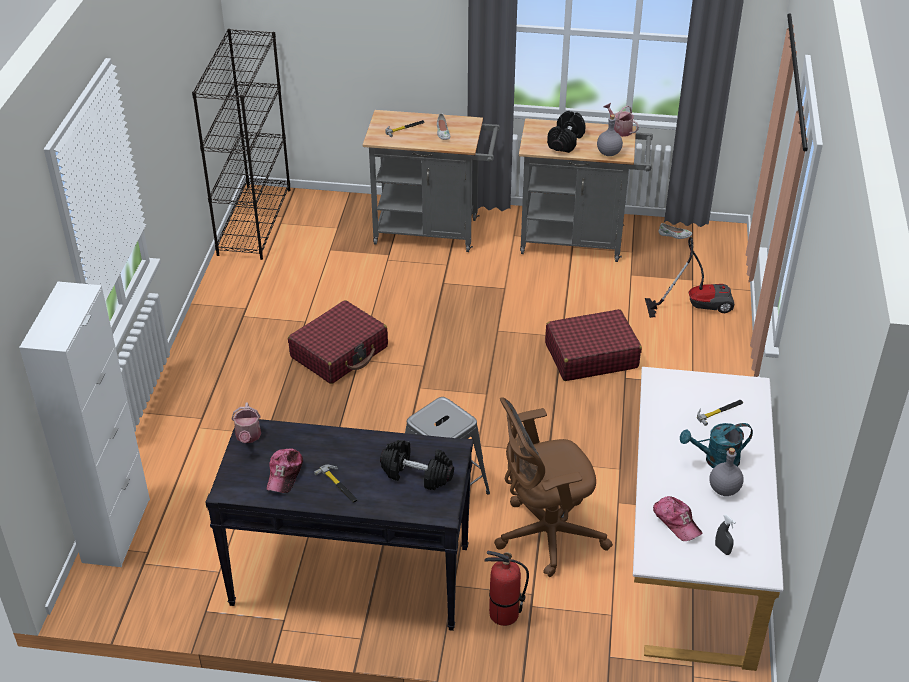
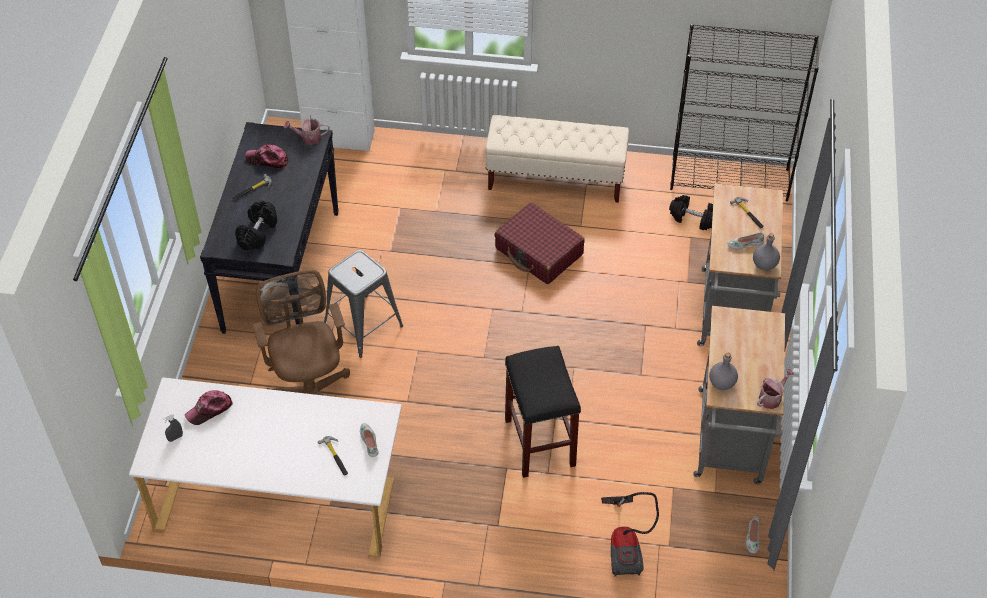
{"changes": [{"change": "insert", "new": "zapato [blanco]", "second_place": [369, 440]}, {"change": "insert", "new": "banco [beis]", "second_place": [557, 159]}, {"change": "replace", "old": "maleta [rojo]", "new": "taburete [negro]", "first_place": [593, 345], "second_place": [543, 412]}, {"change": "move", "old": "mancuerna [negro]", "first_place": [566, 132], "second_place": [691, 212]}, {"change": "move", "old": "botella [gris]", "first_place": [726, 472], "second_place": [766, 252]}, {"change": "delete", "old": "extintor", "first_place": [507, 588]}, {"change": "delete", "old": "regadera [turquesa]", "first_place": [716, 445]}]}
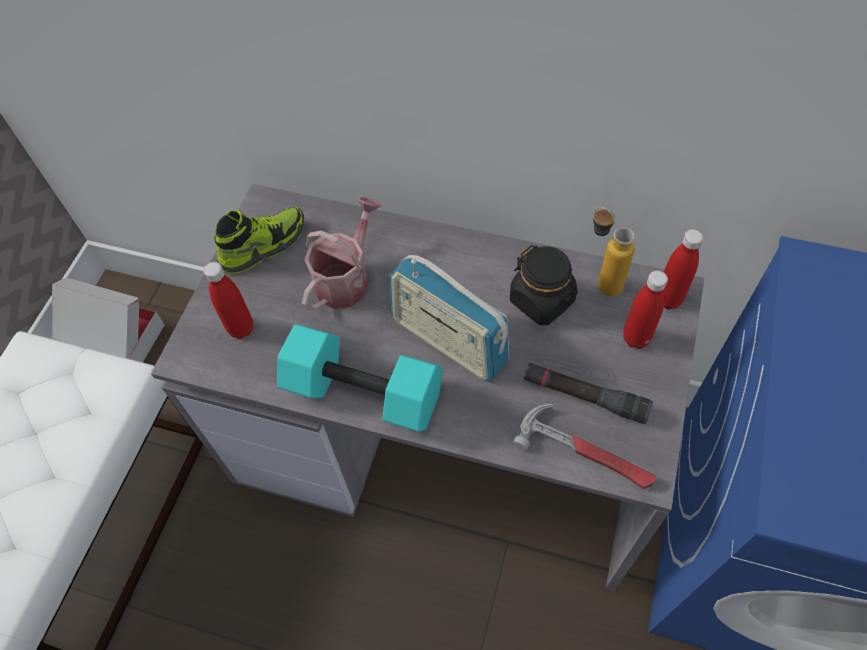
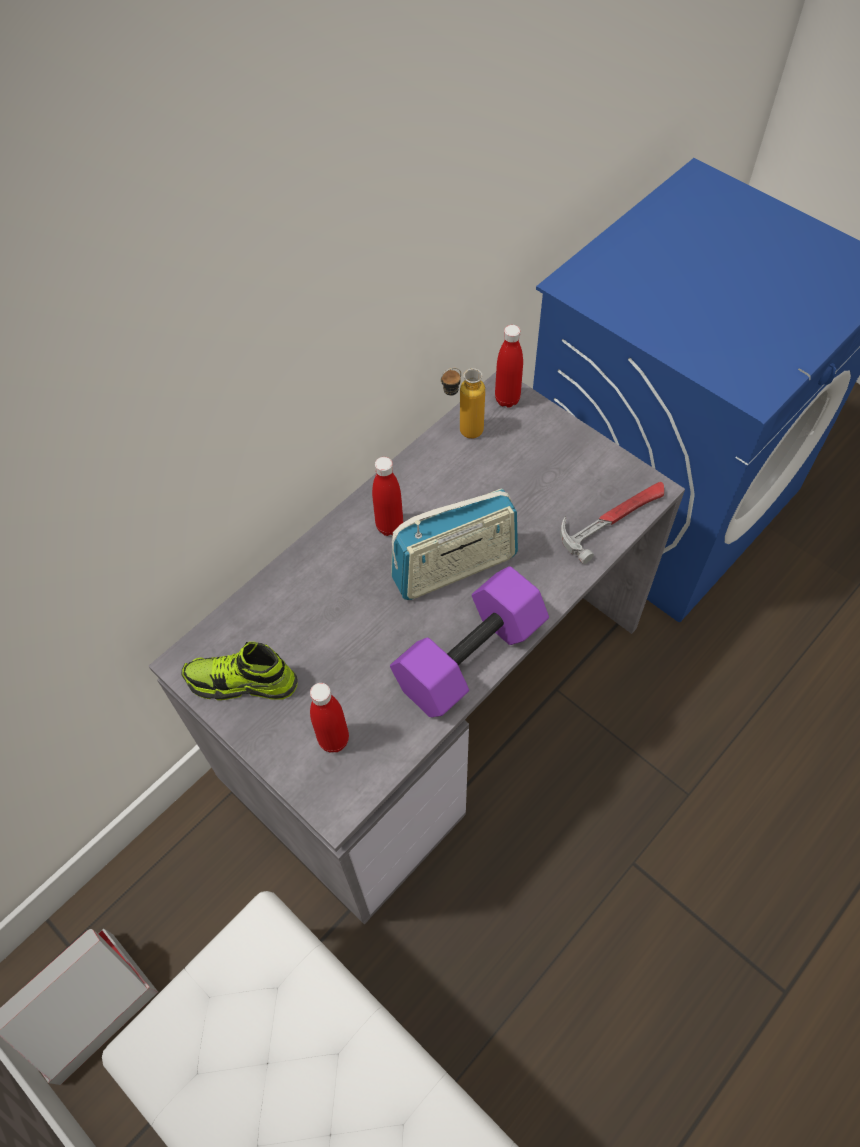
{"changes": [{"change": "rotate", "old": "zapato", "first_place": [259, 240], "second_place": [239, 671], "degrees": -75}, {"change": "move", "old": "botella [rojo]", "first_place": [645, 310], "second_place": [387, 496]}, {"change": "recolor", "old": "mancuerna [turquesa]", "new": "mancuerna [morado]", "first_place": [360, 378], "second_place": [469, 641]}, {"change": "delete", "old": "regadera", "first_place": [341, 254]}, {"change": "delete", "old": "tarro [negro]", "first_place": [544, 285]}, {"change": "delete", "old": "linterna [negro]", "first_place": [588, 393]}]}
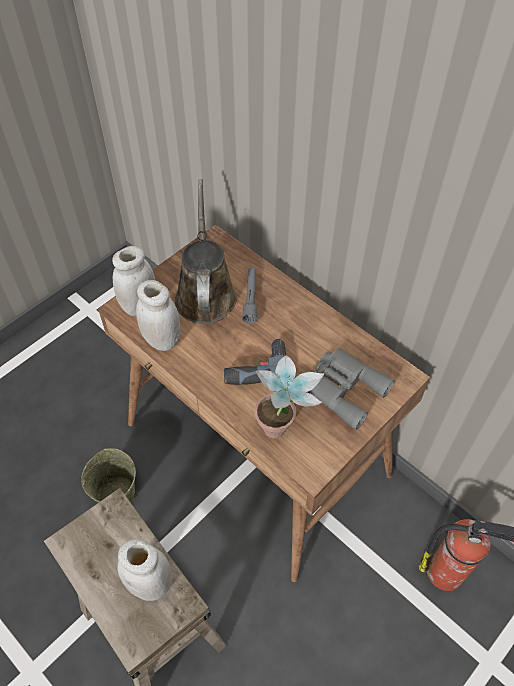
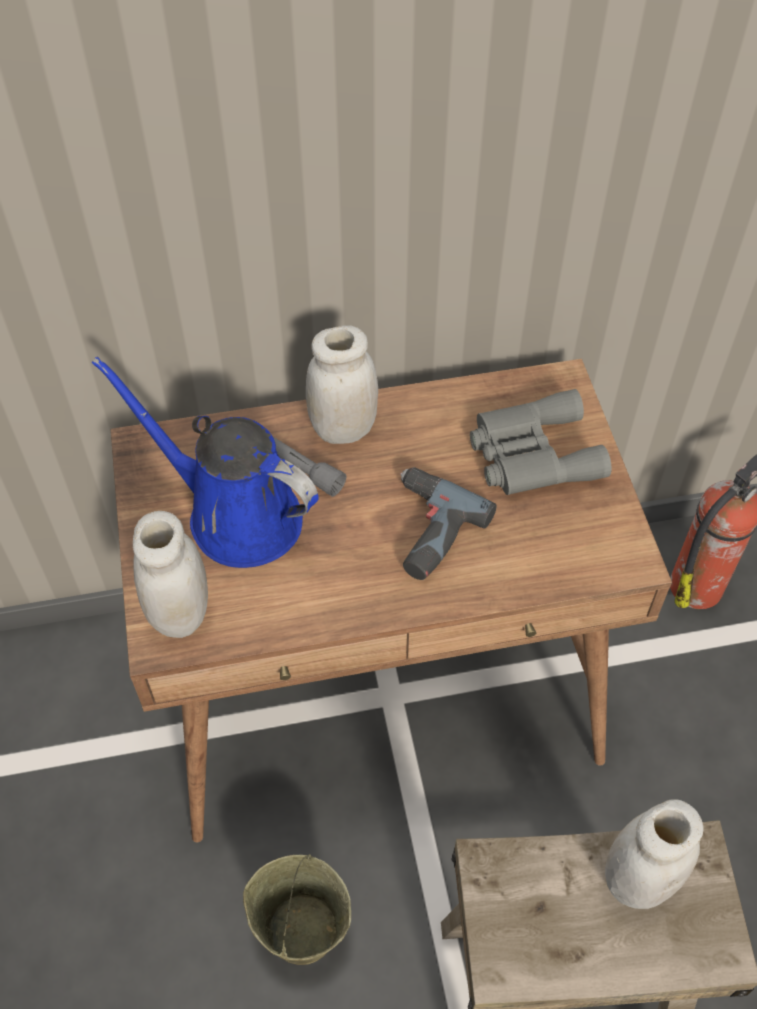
{"changes": [{"change": "recolor", "old": "regadera [marrón]", "new": "regadera [azul]", "first_place": [206, 251], "second_place": [205, 462]}, {"change": "move", "old": "tarro [blanco]", "first_place": [158, 315], "second_place": [342, 384]}, {"change": "delete", "old": "planta en maceta", "first_place": [289, 396]}]}
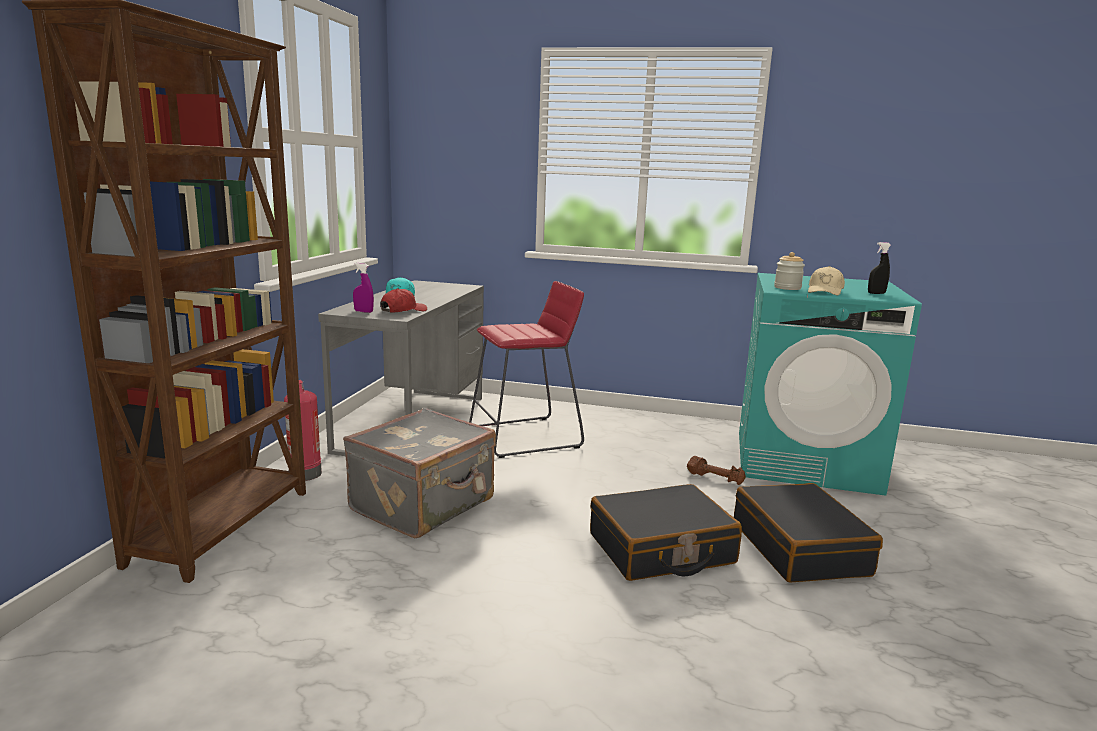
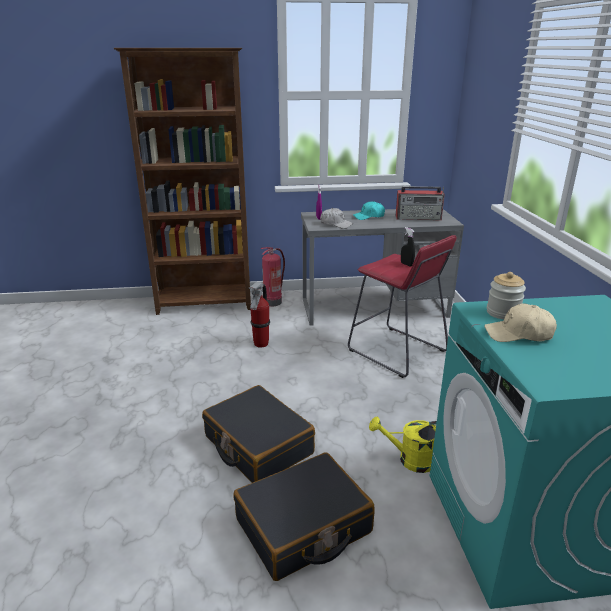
{"changes": [{"change": "replace", "old": "maleta [gris]", "new": "extintor", "first_place": [419, 473], "second_place": [259, 315]}, {"change": "recolor", "old": "gorra [rojo]", "new": "gorra [blanco]", "first_place": [404, 300], "second_place": [336, 218]}, {"change": "replace", "old": "mancuerna [marrón]", "new": "regadera [amarillo]", "first_place": [716, 470], "second_place": [403, 444]}, {"change": "insert", "new": "radio", "second_place": [420, 203]}, {"change": "move", "old": "pulverizador [negro]", "first_place": [879, 268], "second_place": [408, 247]}]}
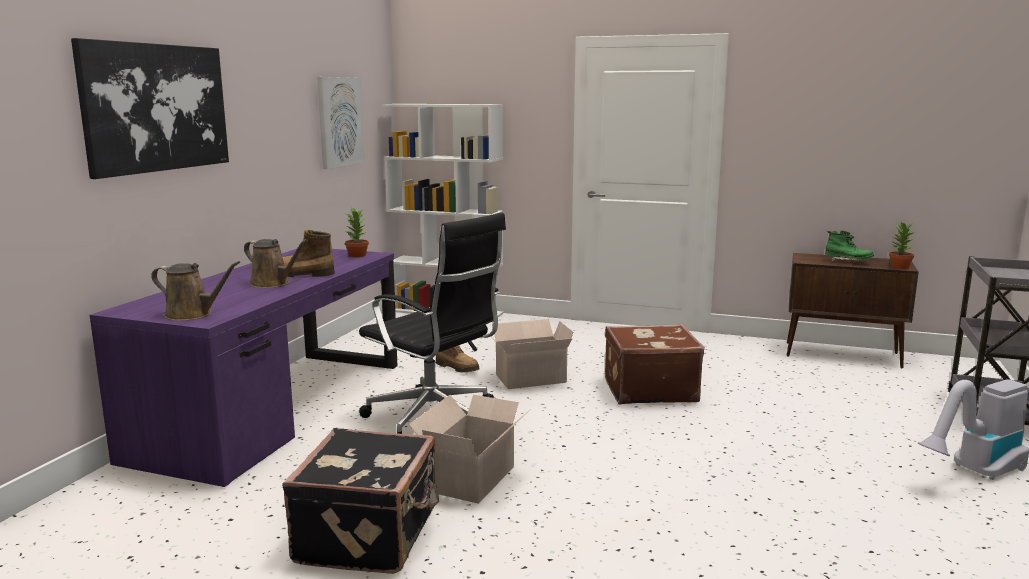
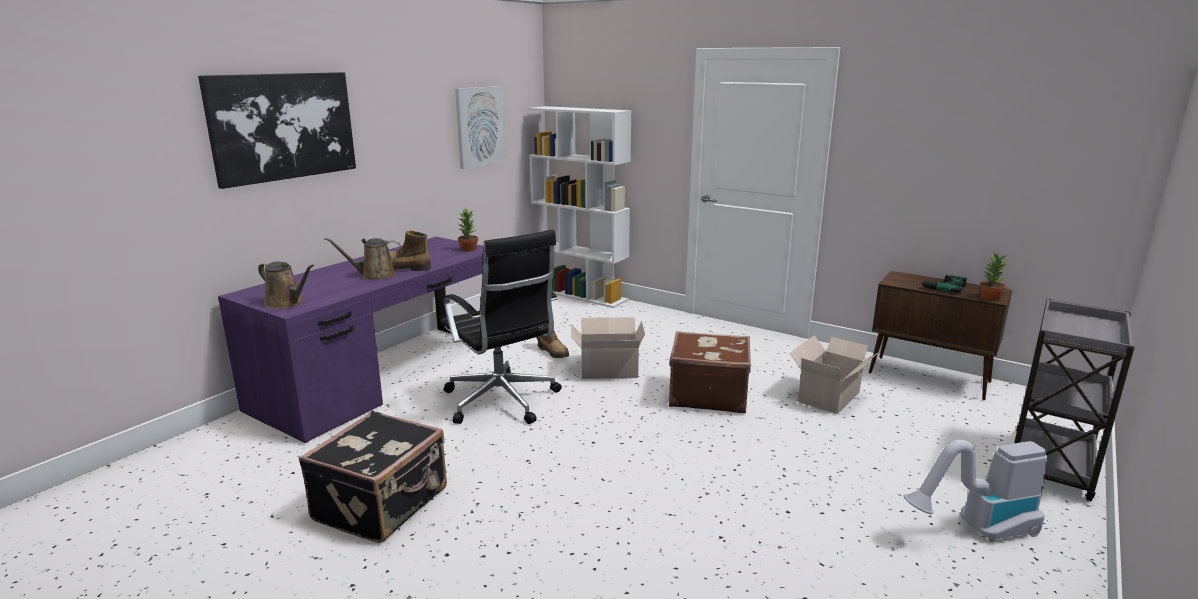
{"changes": [{"change": "rotate", "old": "regadera [marrón]", "first_place": [276, 263], "second_place": [363, 259], "degrees": 120}, {"change": "move", "old": "caja de cartón", "first_place": [470, 449], "second_place": [835, 374]}, {"change": "replace", "old": "bota [verde]", "new": "taladro", "first_place": [849, 245], "second_place": [941, 284]}]}
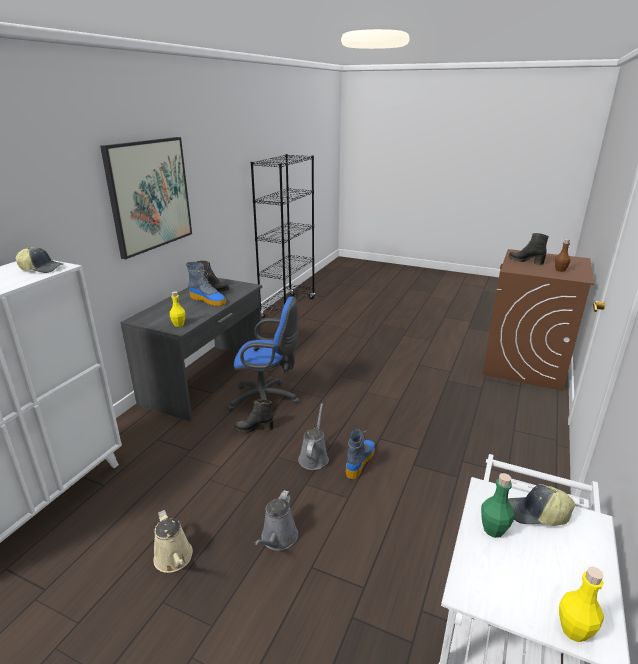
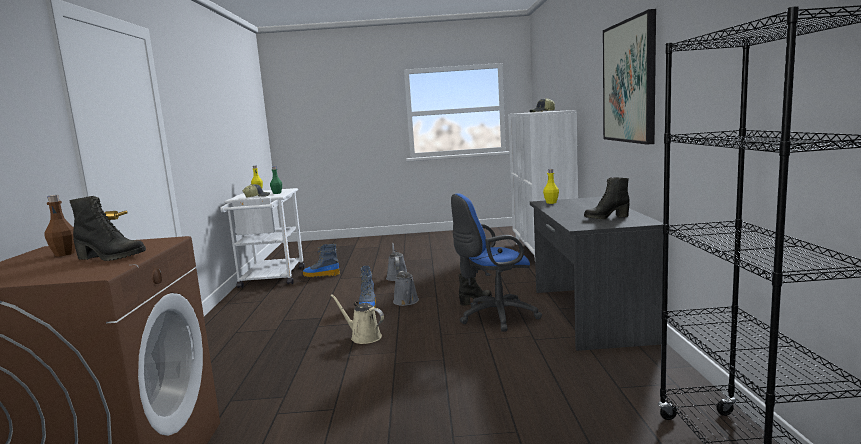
{"changes": [{"change": "move", "old": "bota", "first_place": [206, 284], "second_place": [321, 260]}, {"change": "move", "old": "regadera [beis]", "first_place": [173, 541], "second_place": [357, 319]}]}
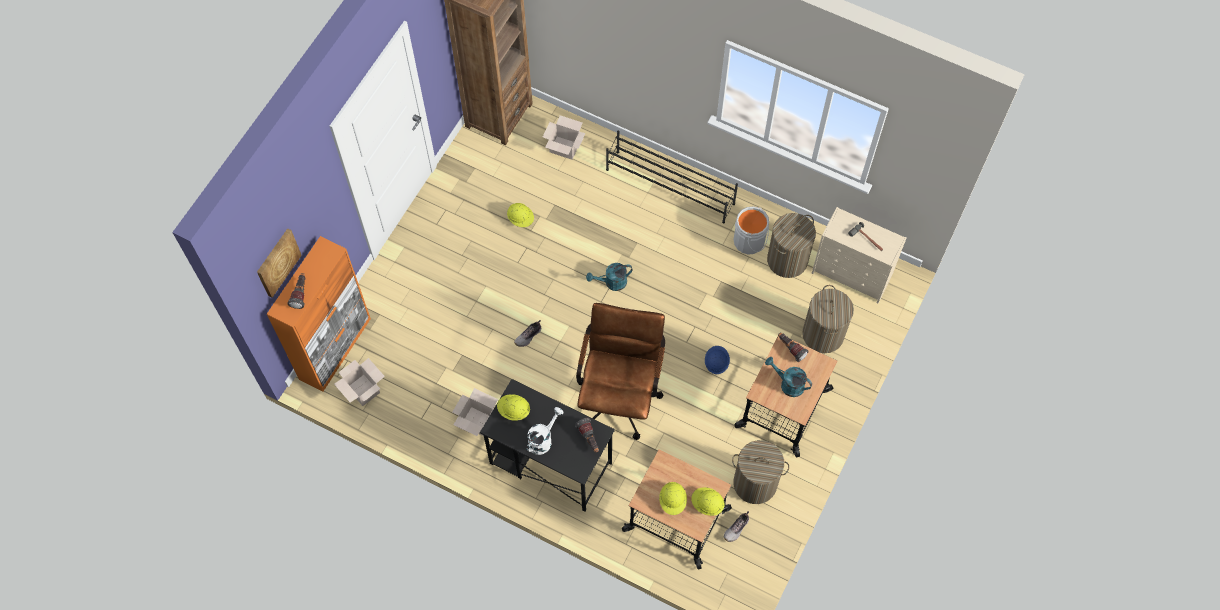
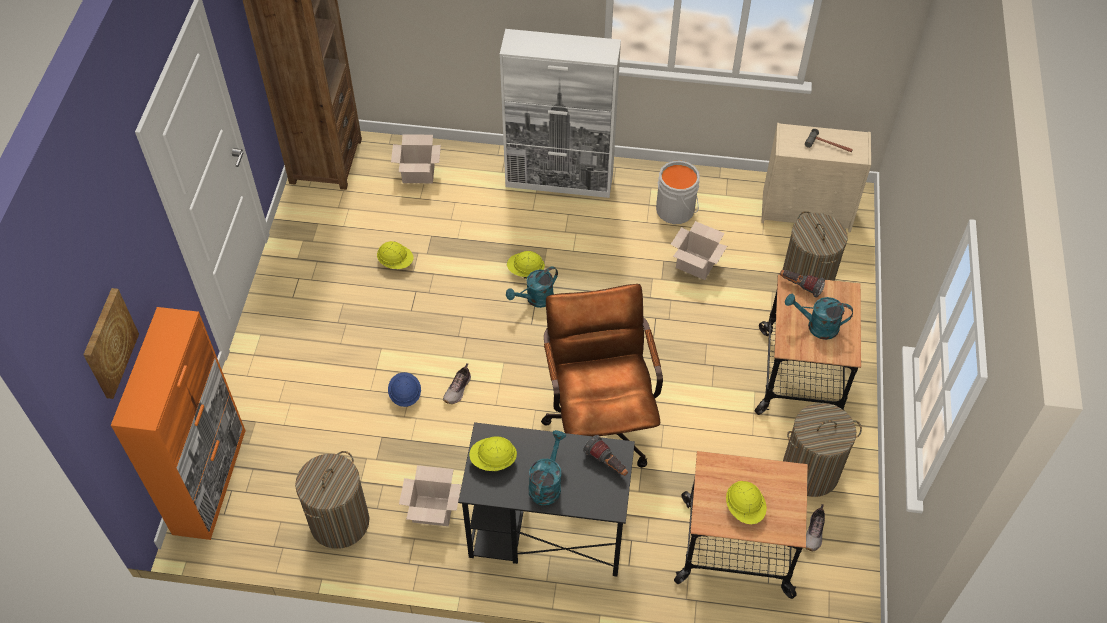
{"changes": [{"change": "move", "old": "cesto de la ropa", "first_place": [791, 245], "second_place": [332, 500]}, {"change": "move", "old": "casco [azul]", "first_place": [717, 360], "second_place": [404, 389]}, {"change": "replace", "old": "zapatero [negro]", "new": "armario [blanco]", "first_place": [672, 176], "second_place": [560, 113]}, {"change": "move", "old": "casco [amarillo]", "first_place": [707, 501], "second_place": [526, 265]}, {"change": "recolor", "old": "regadera [blanco]", "new": "regadera [turquesa]", "first_place": [544, 431], "second_place": [547, 467]}, {"change": "move", "old": "caja de cartón", "first_place": [359, 382], "second_place": [698, 250]}, {"change": "delete", "old": "linterna", "first_place": [296, 291]}]}
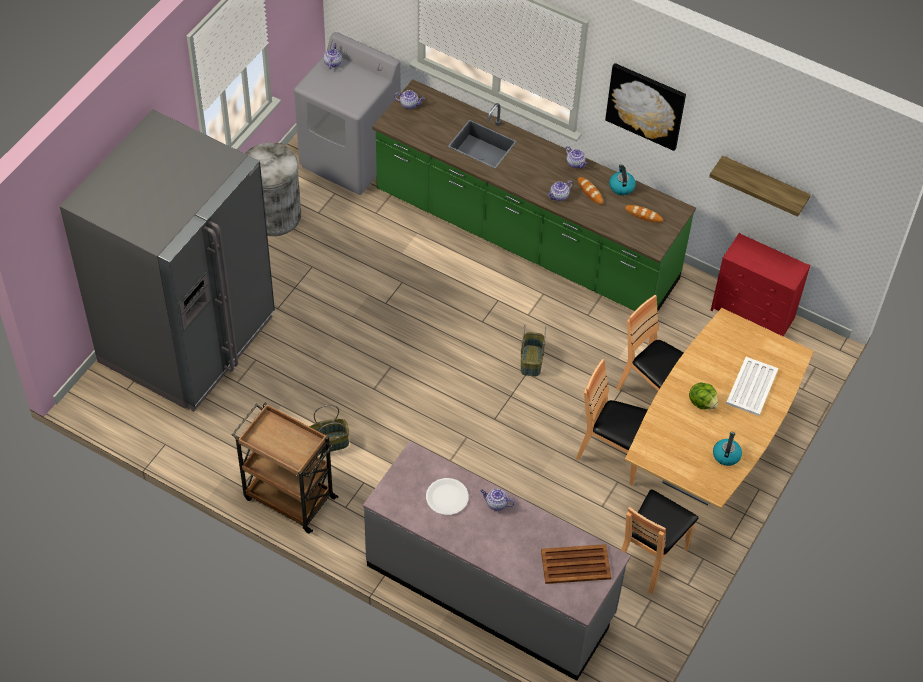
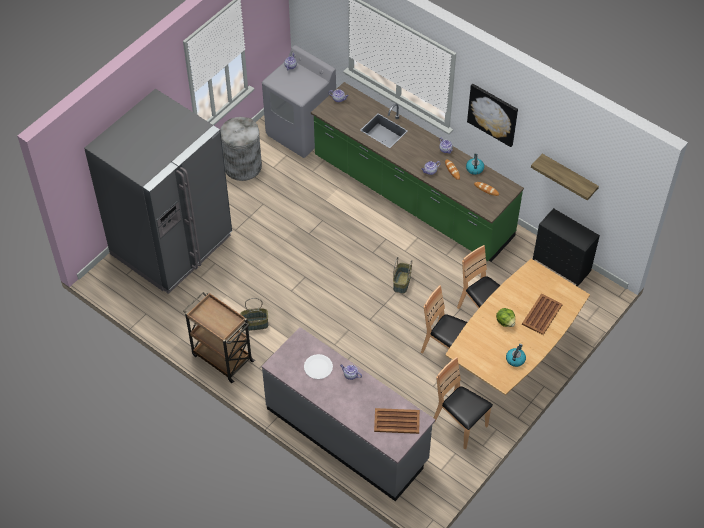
{"changes": [{"change": "rotate", "old": "silla [marrón]", "first_place": [660, 541], "second_place": [463, 403], "degrees": 90}, {"change": "recolor", "old": "bandeja [blanco]", "new": "bandeja [marrón]", "first_place": [752, 386], "second_place": [542, 314]}, {"change": "recolor", "old": "cómoda [rojo]", "new": "cómoda [negro]", "first_place": [760, 285], "second_place": [566, 247]}]}
